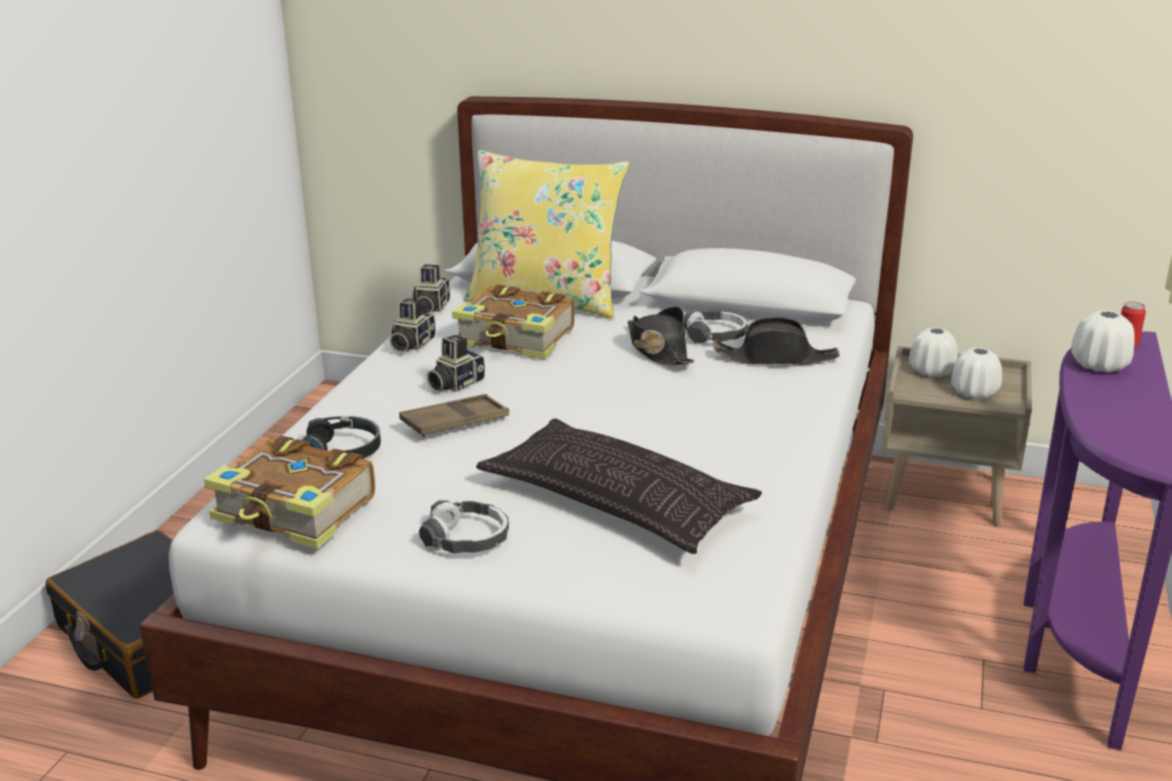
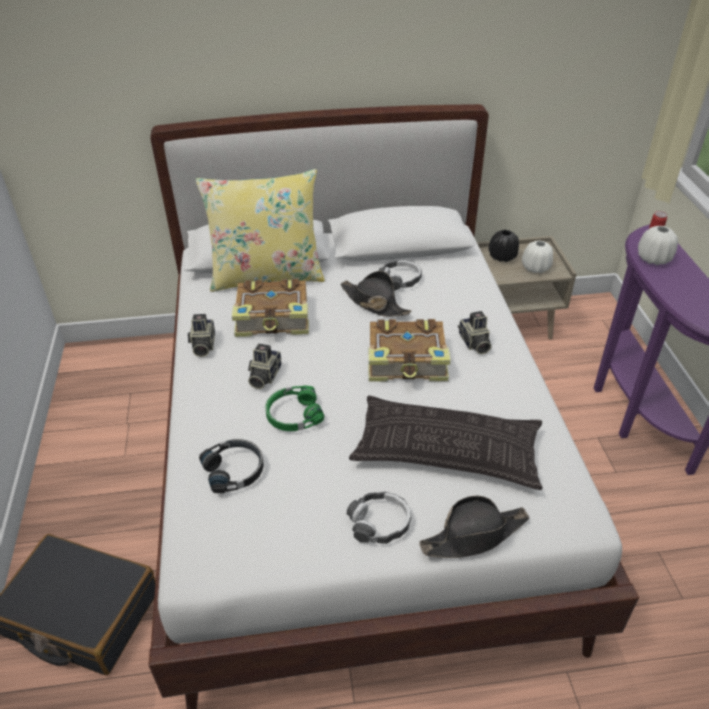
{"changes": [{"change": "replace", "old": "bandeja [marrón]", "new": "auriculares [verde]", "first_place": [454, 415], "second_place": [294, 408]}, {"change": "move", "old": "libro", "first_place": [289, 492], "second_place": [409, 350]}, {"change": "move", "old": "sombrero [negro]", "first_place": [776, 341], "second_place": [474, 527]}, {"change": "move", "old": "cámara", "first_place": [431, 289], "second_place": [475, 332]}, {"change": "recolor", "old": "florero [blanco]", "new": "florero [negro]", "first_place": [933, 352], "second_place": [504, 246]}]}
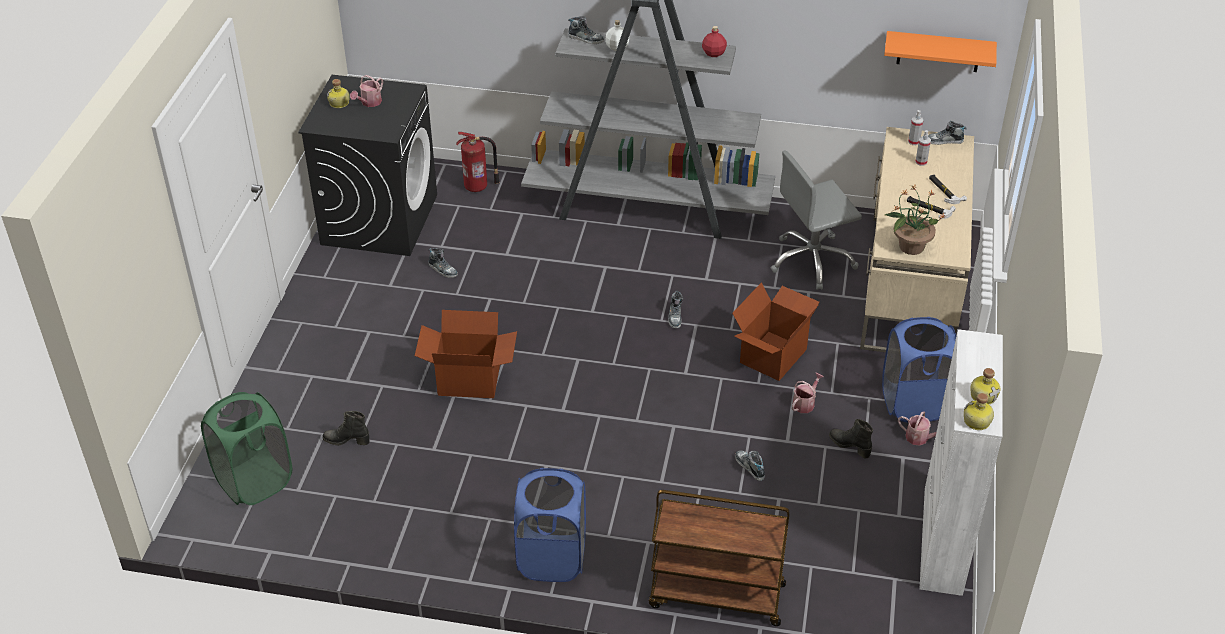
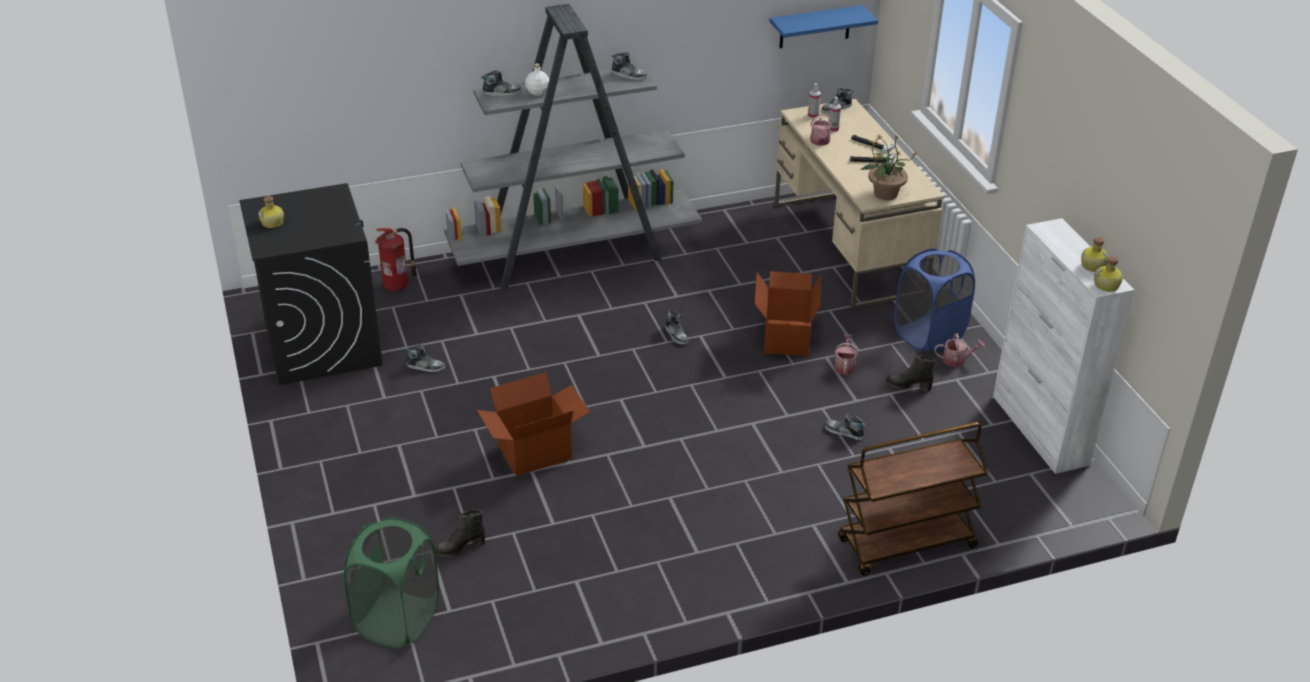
{"changes": [{"change": "replace", "old": "botella [rojo]", "new": "zapato", "first_place": [714, 41], "second_place": [629, 66]}, {"change": "recolor", "old": "estante [naranja]", "new": "estante [azul]", "first_place": [940, 51], "second_place": [823, 26]}, {"change": "move", "old": "regadera", "first_place": [366, 91], "second_place": [821, 130]}, {"change": "delete", "old": "cesto de la ropa [azul]", "first_place": [550, 525]}, {"change": "delete", "old": "silla de oficina [gris]", "first_place": [816, 220]}]}
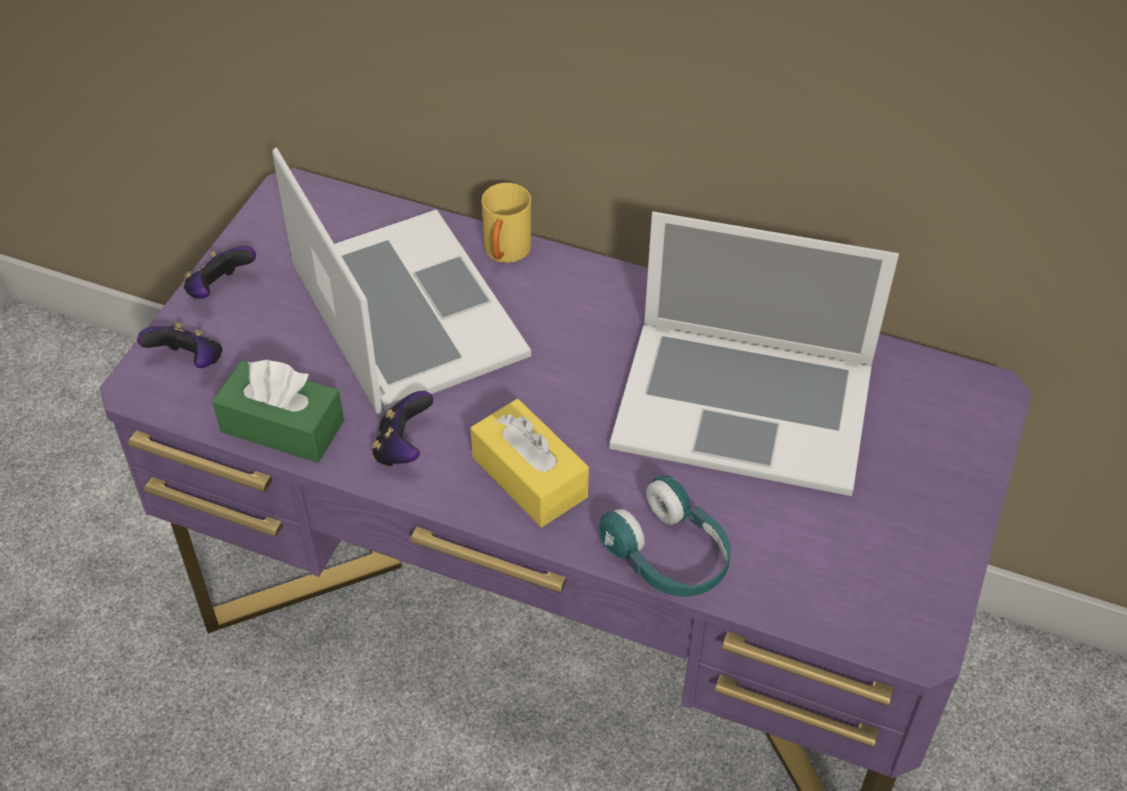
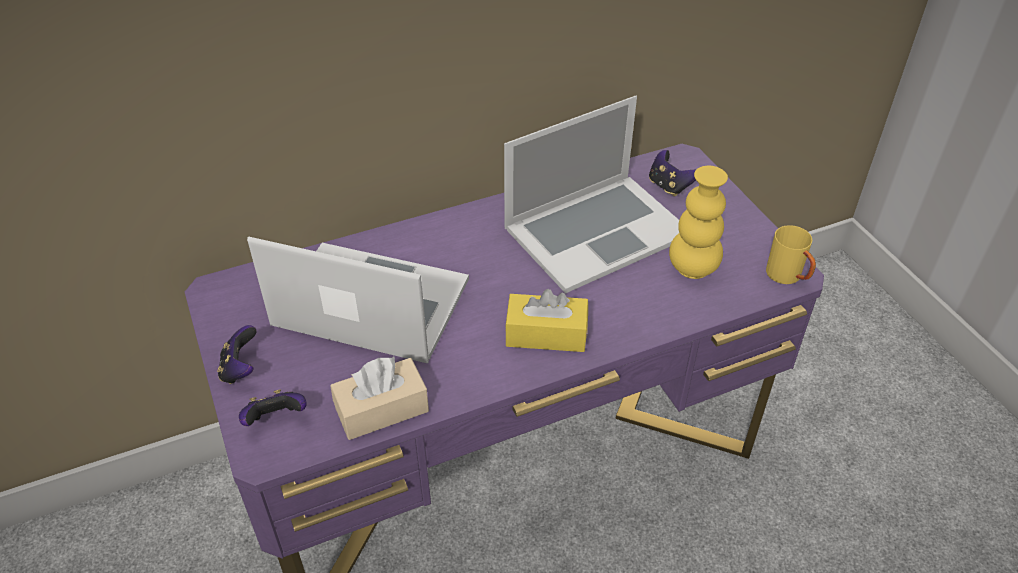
{"changes": [{"change": "recolor", "old": "caja de pañuelos [verde]", "new": "caja de pañuelos [beis]", "first_place": [278, 411], "second_place": [379, 398]}, {"change": "move", "old": "mando de consola", "first_place": [402, 428], "second_place": [672, 173]}, {"change": "insert", "new": "florero [amarillo]", "second_place": [698, 222]}, {"change": "move", "old": "taza grande [amarillo]", "first_place": [506, 223], "second_place": [791, 254]}, {"change": "delete", "old": "auriculares [turquesa]", "first_place": [664, 536]}]}
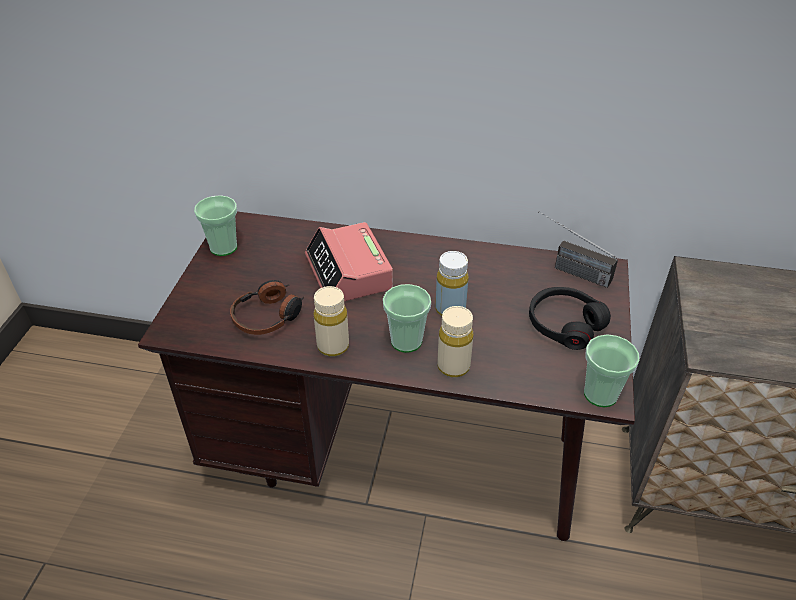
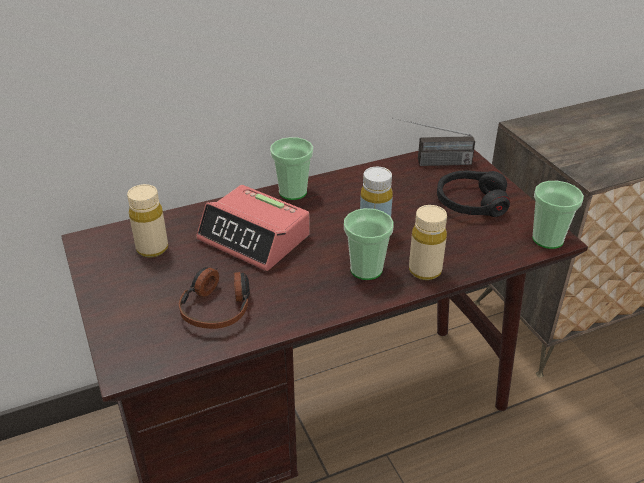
{"changes": [{"change": "move", "old": "botella [beis]", "first_place": [331, 321], "second_place": [147, 220]}, {"change": "move", "old": "taza", "first_place": [215, 225], "second_place": [291, 168]}]}
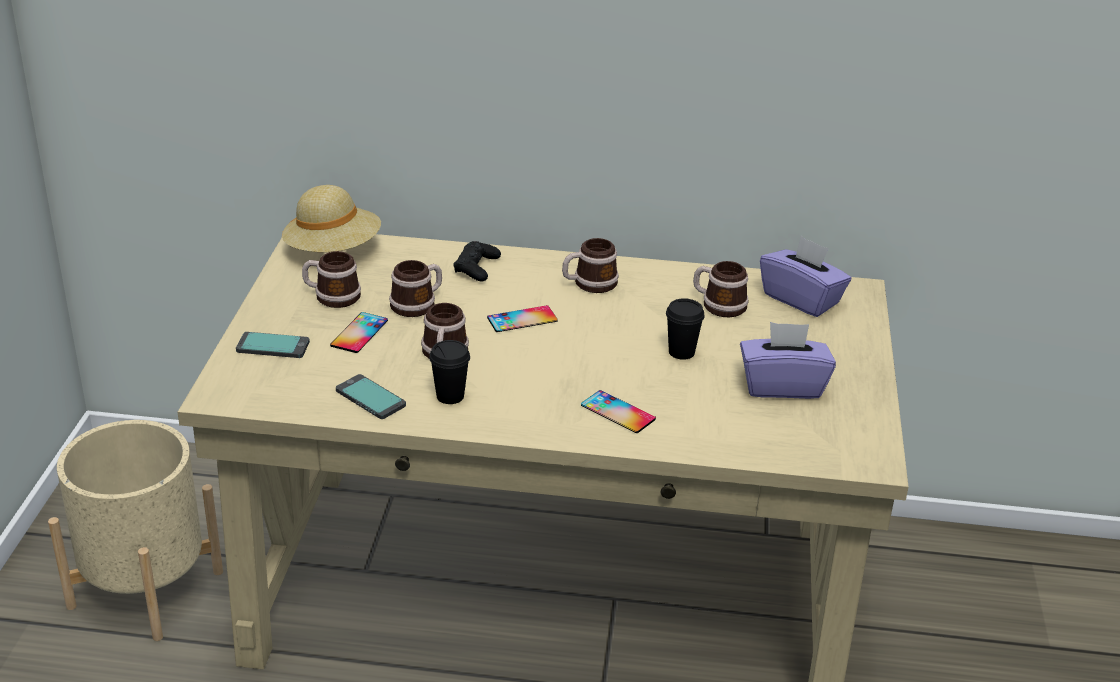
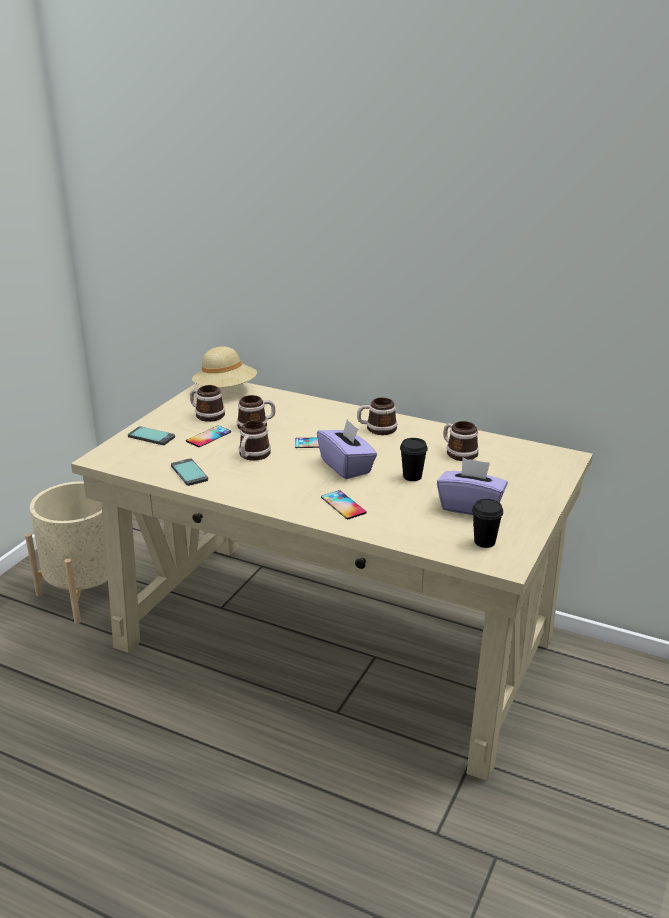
{"changes": [{"change": "move", "old": "caja de pañuelos [morado]", "first_place": [805, 276], "second_place": [347, 449]}, {"change": "move", "old": "taza [negro]", "first_place": [449, 372], "second_place": [487, 523]}, {"change": "delete", "old": "mando de consola [negro]", "first_place": [477, 261]}]}
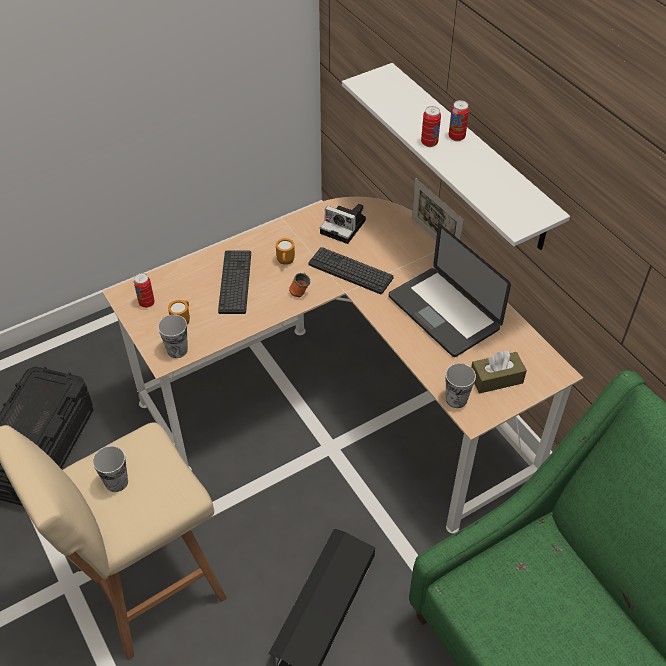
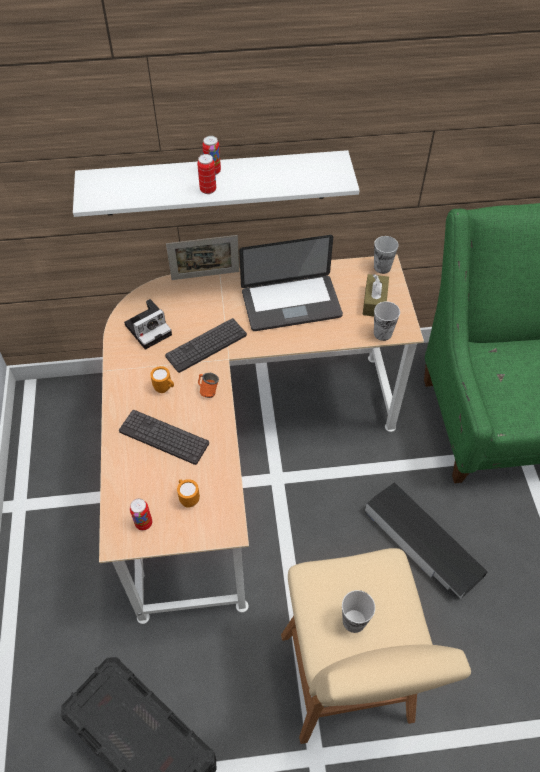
{"changes": [{"change": "move", "old": "taza", "first_place": [173, 336], "second_place": [386, 255]}]}
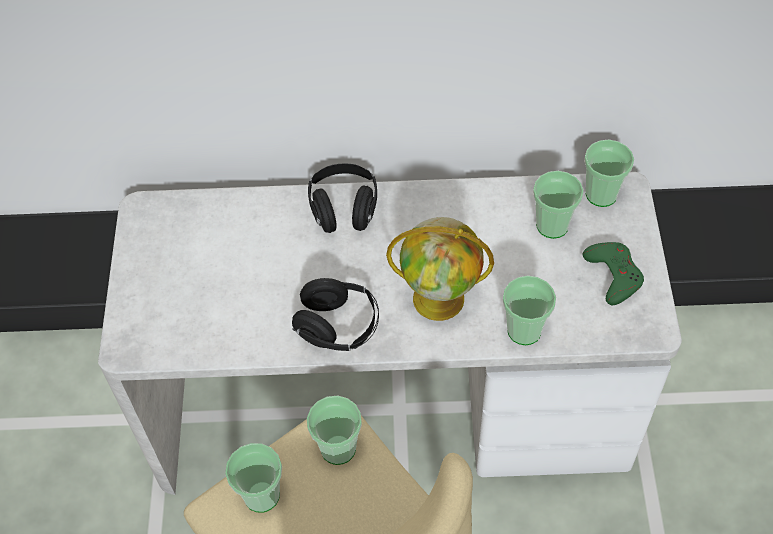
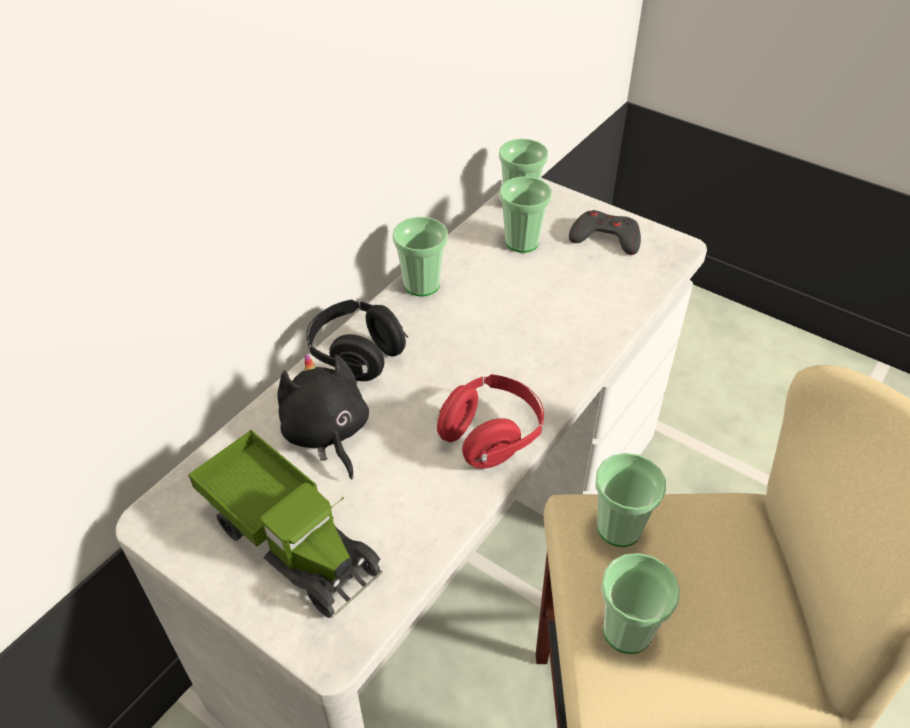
{"changes": [{"change": "insert", "new": "camión de juguete", "second_place": [285, 524]}, {"change": "insert", "new": "peluche [negro]", "second_place": [323, 416]}, {"change": "move", "old": "taza", "first_place": [529, 310], "second_place": [420, 256]}, {"change": "recolor", "old": "auriculares [negro]", "new": "auriculares [rojo]", "first_place": [335, 314], "second_place": [490, 421]}, {"change": "recolor", "old": "mando de consola [verde]", "new": "mando de consola [gris]", "first_place": [613, 273], "second_place": [605, 232]}, {"change": "delete", "old": "globo terráqueo", "first_place": [440, 269]}]}
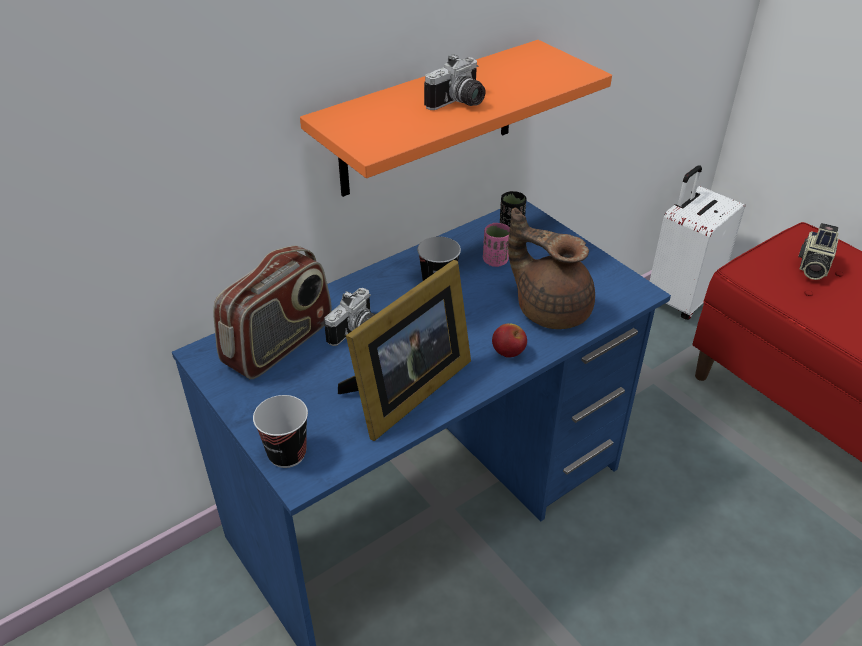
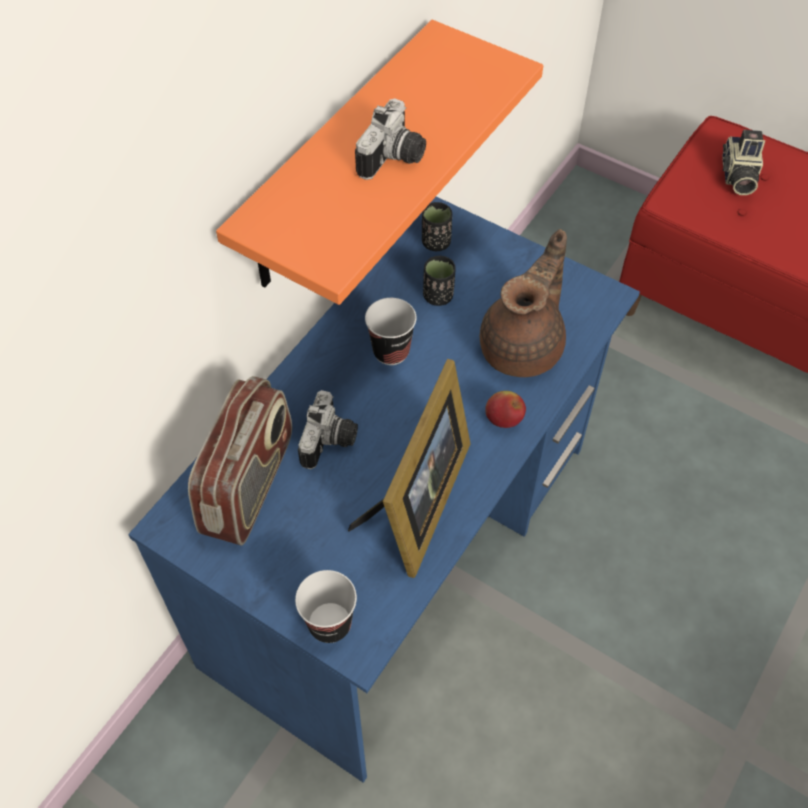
{"changes": [{"change": "recolor", "old": "taza [rosa]", "new": "taza [negro]", "first_place": [496, 245], "second_place": [439, 281]}, {"change": "rotate", "old": "tetera [marrón]", "first_place": [551, 268], "second_place": [523, 303], "degrees": 105}, {"change": "delete", "old": "maleta [blanco]", "first_place": [697, 242]}]}
